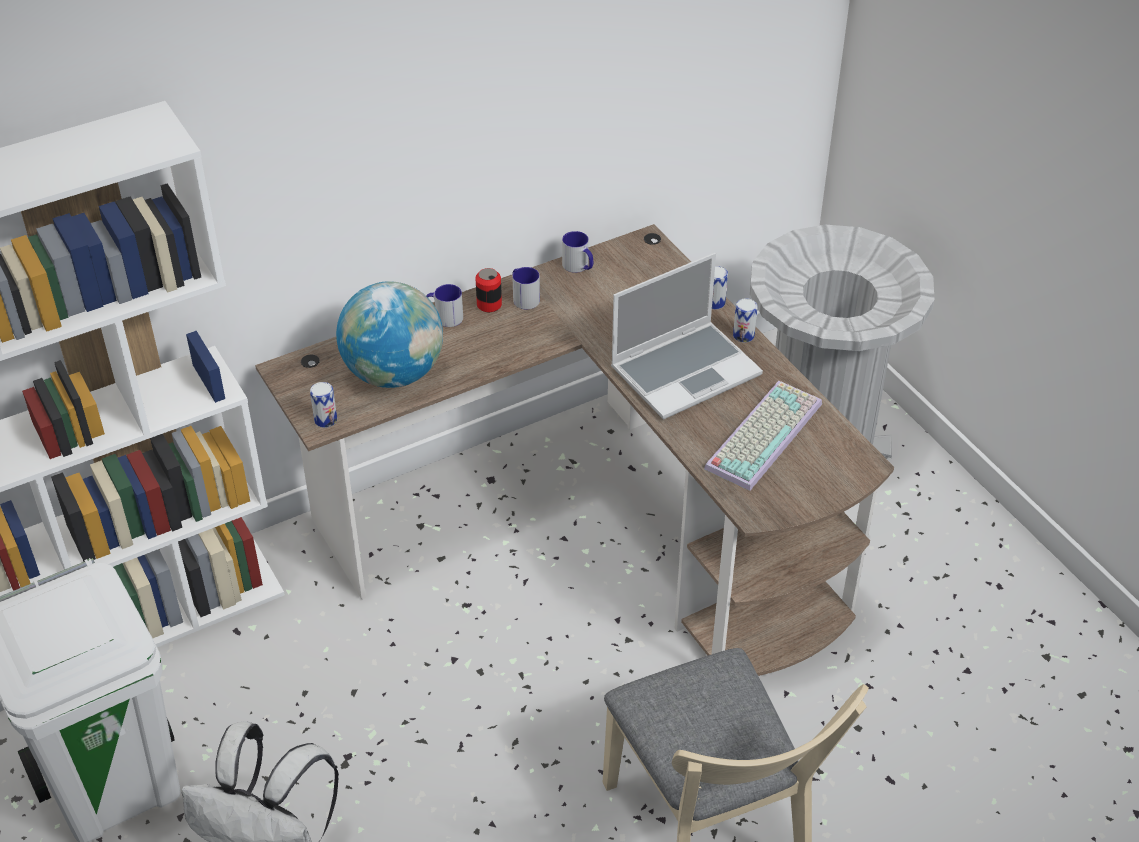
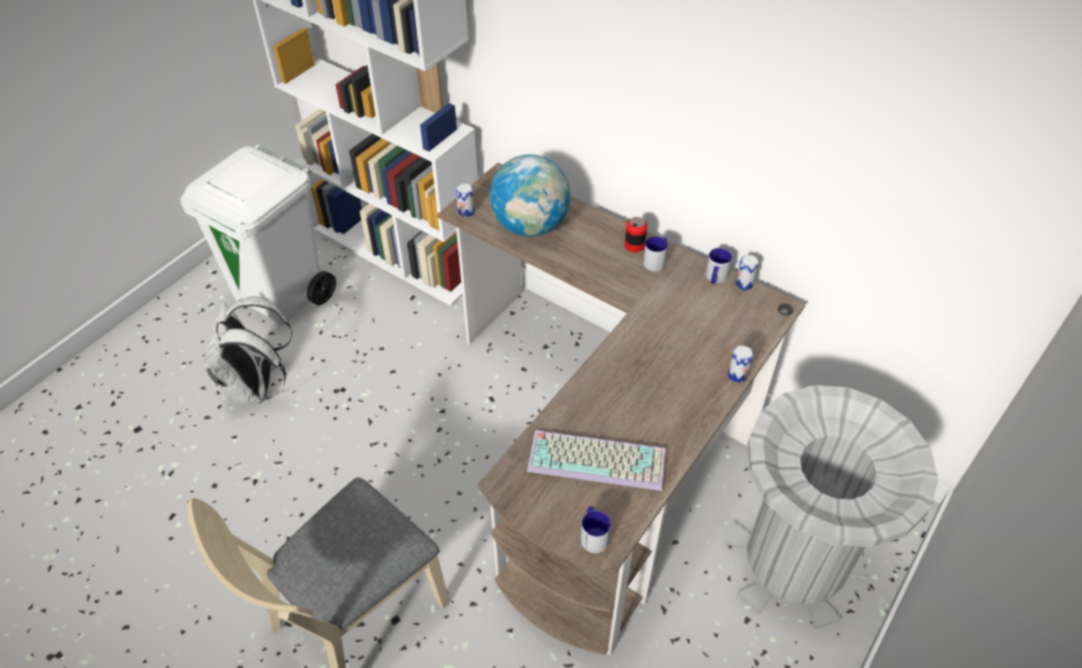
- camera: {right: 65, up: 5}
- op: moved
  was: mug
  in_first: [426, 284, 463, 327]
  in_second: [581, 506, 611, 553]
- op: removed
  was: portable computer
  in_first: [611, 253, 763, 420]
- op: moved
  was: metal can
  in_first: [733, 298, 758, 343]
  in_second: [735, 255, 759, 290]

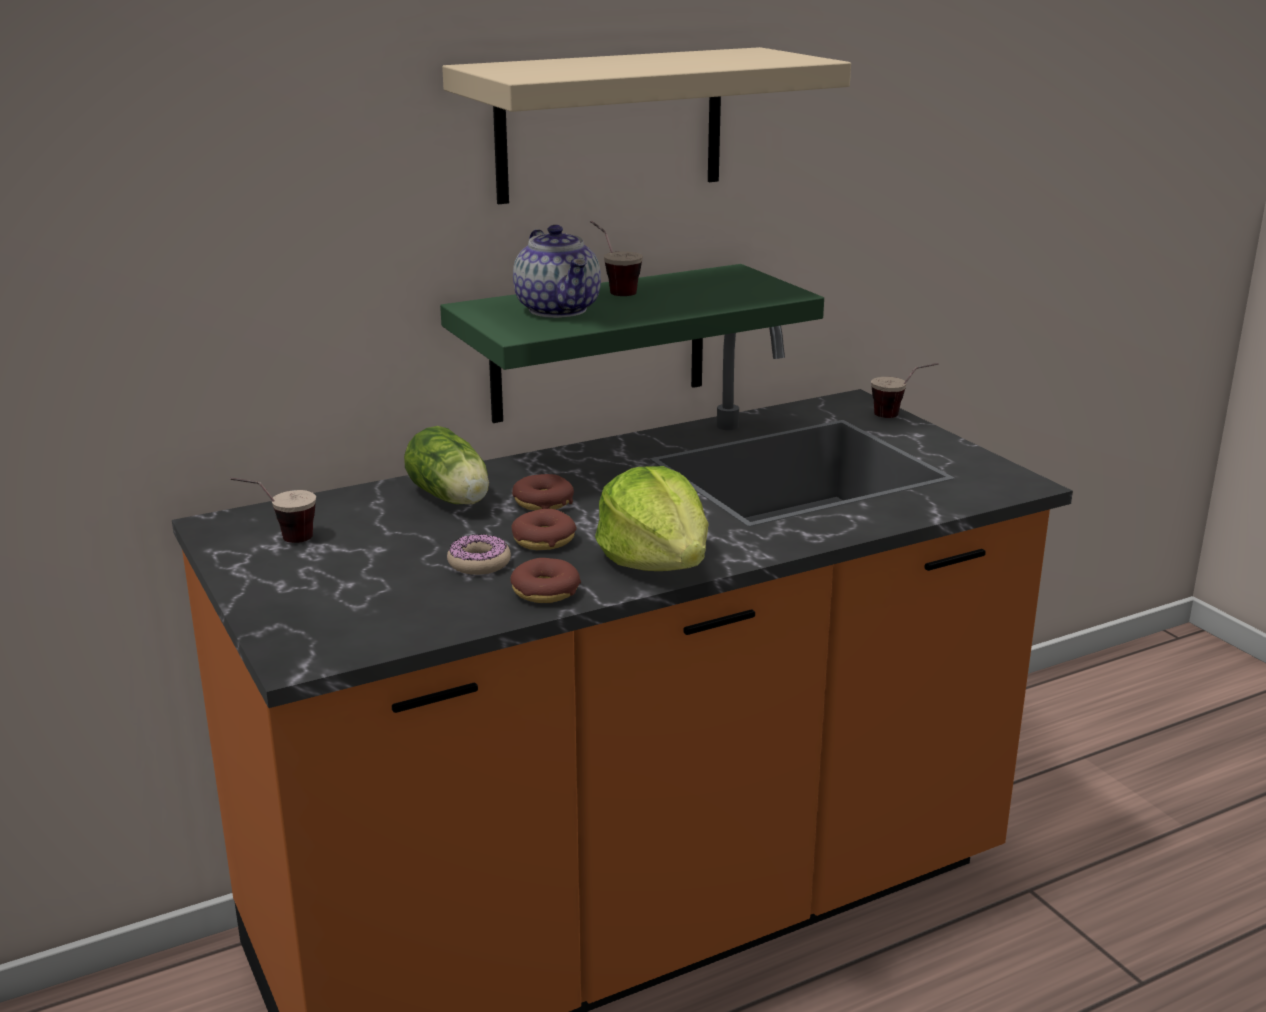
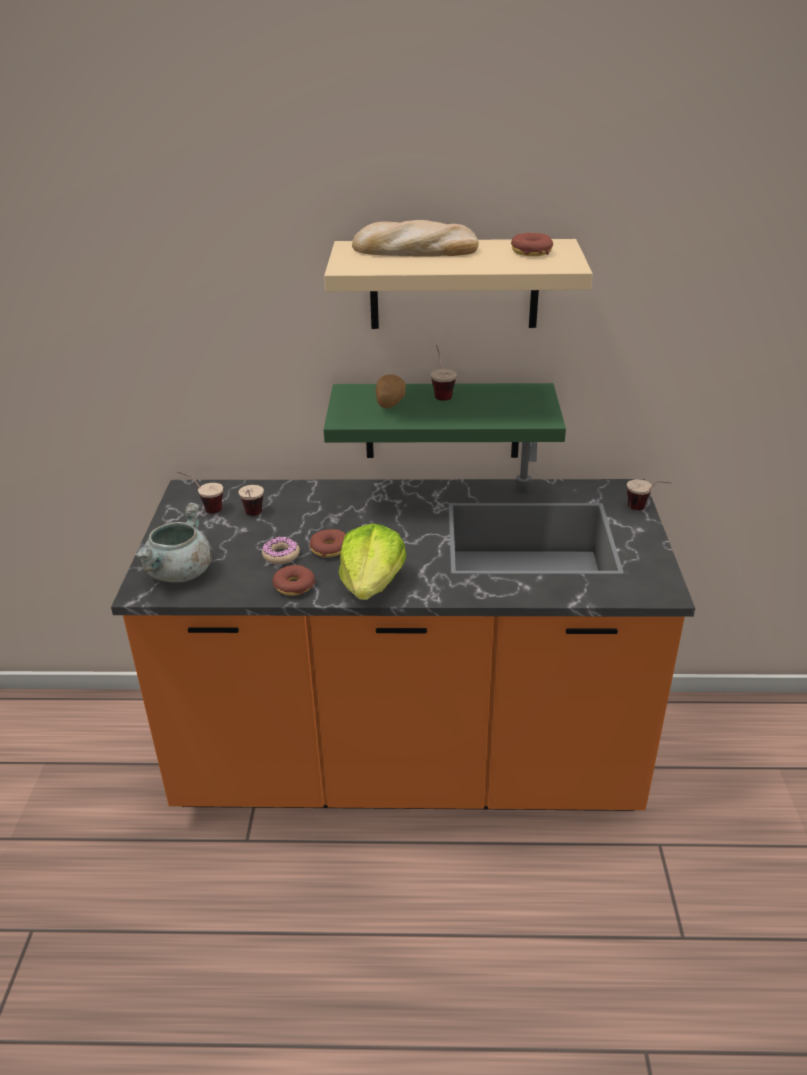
- camera: {right: 30, up: 10}
- op: removed
  was: lettuce head
  in_first: [404, 426, 489, 504]
- op: moved
  was: ring doughnut
  in_first: [512, 474, 574, 510]
  in_second: [511, 233, 553, 256]
- op: replaced
  was: tea pot
  now: spud
  in_first: [513, 225, 601, 318]
  in_second: [375, 374, 406, 408]
- op: added
  now: stockpot (grey)
  in_second: [135, 503, 212, 583]
- op: added
  now: drinking cup
  in_second: [238, 485, 264, 516]
- op: added
  now: bread
  in_second: [352, 220, 479, 257]

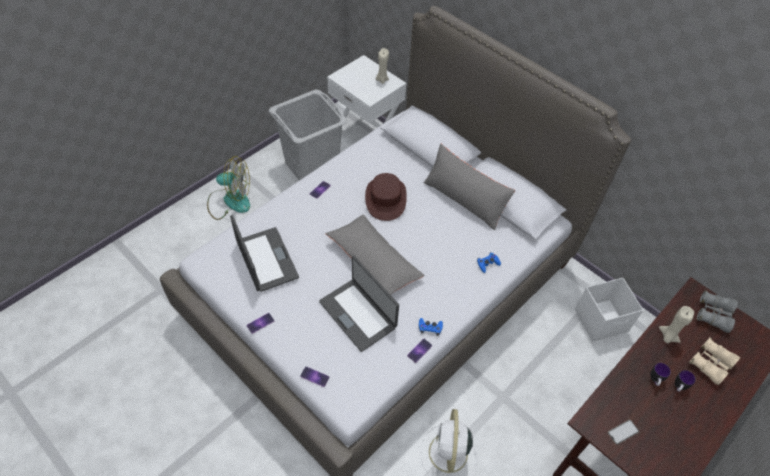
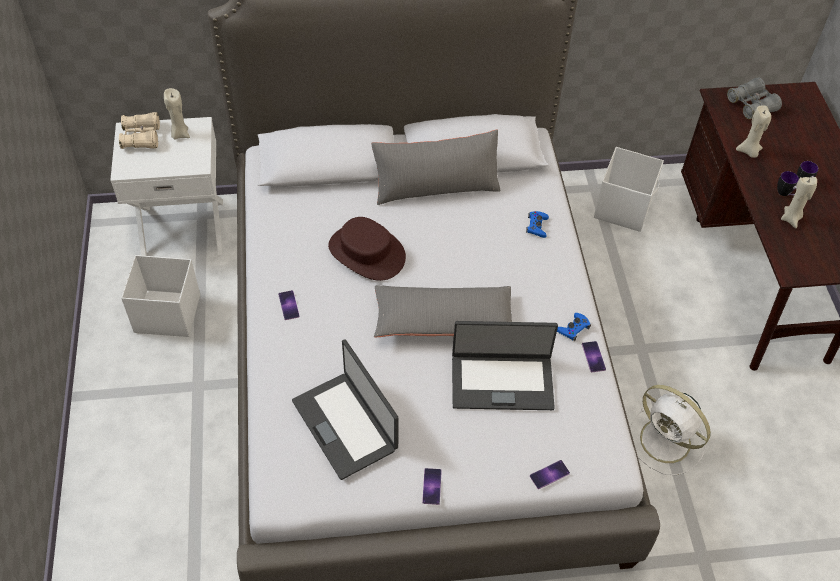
- camera: {right: -50, up: 0}
- op: removed
  was: fan
  in_first: [207, 156, 250, 220]
- op: turned
  was: portable computer
  in_first: [230, 215, 299, 292]
  in_second: [292, 339, 399, 480]
  clockwise: -135
- op: replaced
  was: laundry basket (grey)
  now: storage box (whitish)
  in_first: [269, 90, 347, 180]
  in_second: [121, 255, 200, 337]
- op: removed
  was: handset
  in_first: [608, 420, 639, 445]
- op: moved
  was: binoculars (sand-coloured)
  in_first: [689, 337, 740, 385]
  in_second: [119, 112, 160, 149]
- op: added
  now: wax light (sand-coloured)
  in_second: [781, 177, 817, 228]

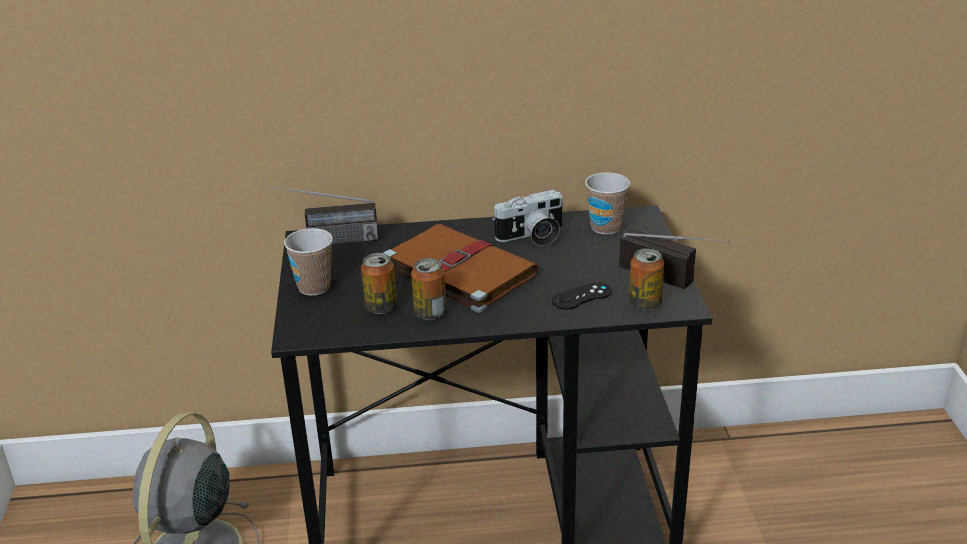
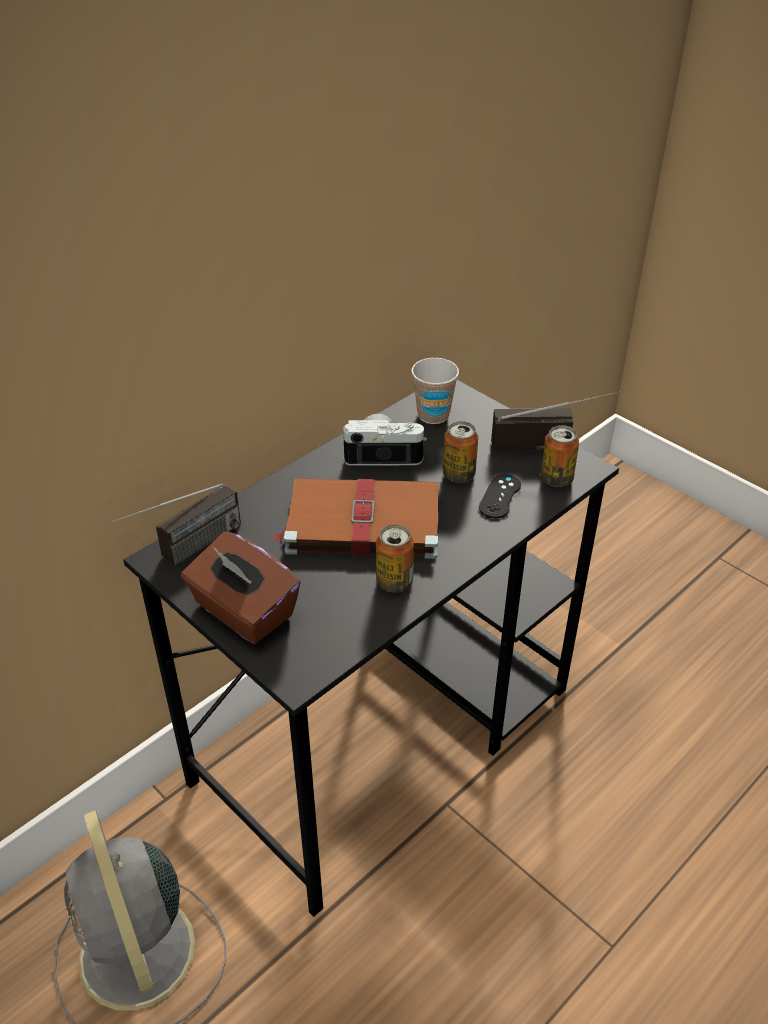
- camera: {right: -40, up: 10}
- op: replaced
  was: drinking cup
  now: box of tissues (brownish)
  in_first: [284, 228, 333, 296]
  in_second: [181, 532, 300, 644]
- op: moved
  was: metal can
  in_first: [361, 253, 397, 314]
  in_second: [443, 421, 478, 483]
- op: turned
  was: photo camera
  in_first: [492, 189, 564, 246]
  in_second: [340, 414, 427, 466]
  clockwise: -120

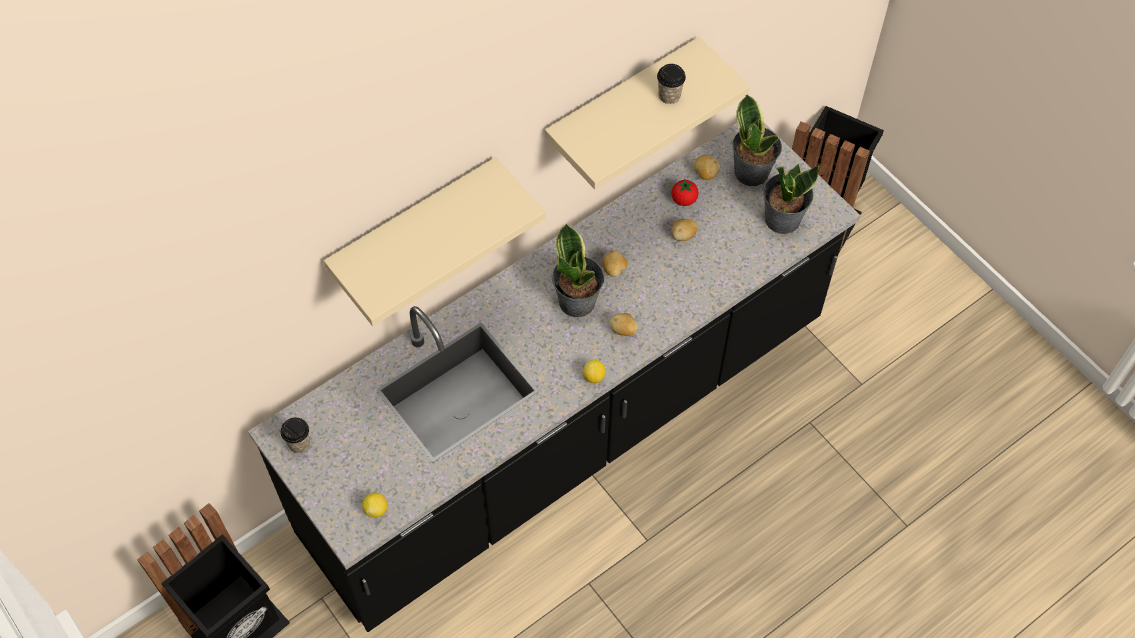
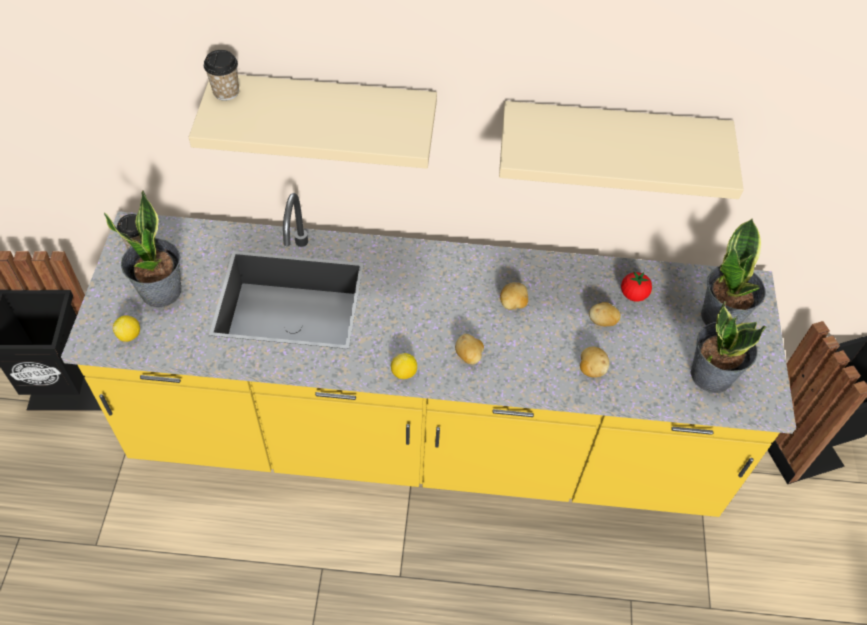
- camera: {right: 40, up: -5}
- op: recoloured
  was: kitchen counter (black-coloured)
  now: kitchen counter (yellow-coloured)
  in_first: [248, 123, 861, 632]
  in_second: [61, 193, 796, 517]
- op: moved
  was: plant in a pot
  in_first: [552, 223, 604, 317]
  in_second: [104, 190, 181, 308]
- op: moved
  was: drinking cup
  in_first: [657, 64, 686, 104]
  in_second: [204, 50, 239, 101]
- op: moved
  was: spud
  in_first: [693, 155, 720, 180]
  in_second: [580, 347, 609, 378]

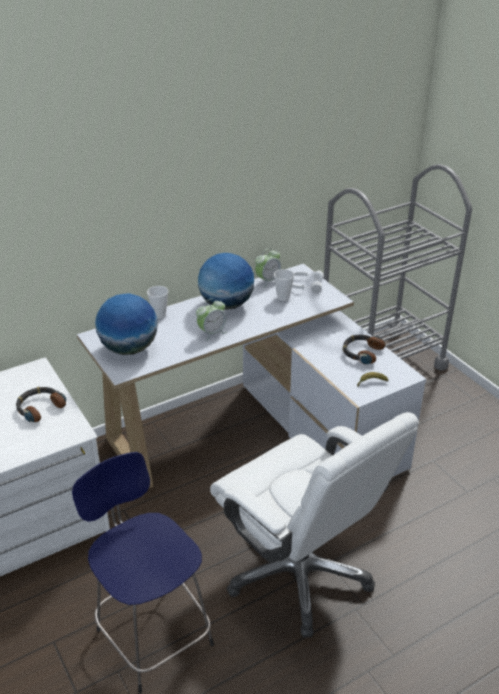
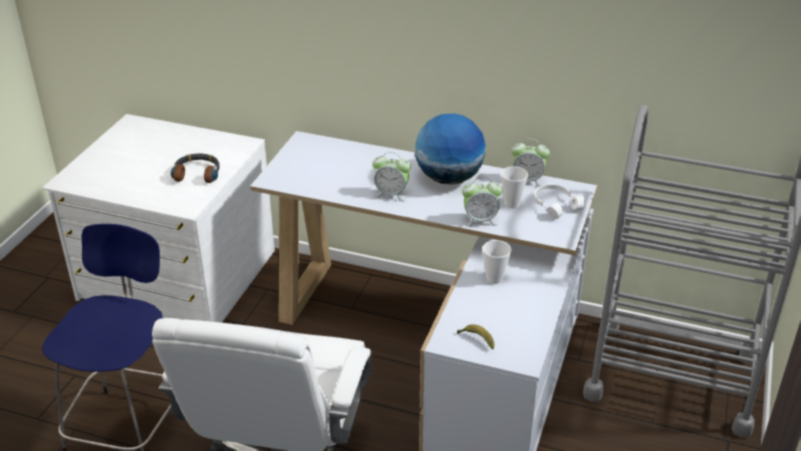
- camera: {right: 50, up: 0}
- op: removed
  was: globe
  in_first: [95, 293, 158, 355]
- op: moved
  was: drinking cup
  in_first: [147, 286, 168, 319]
  in_second: [483, 240, 511, 284]
- op: removed
  was: headphones
  in_first: [343, 335, 386, 365]
- op: added
  now: table clock
  in_second: [462, 177, 502, 227]

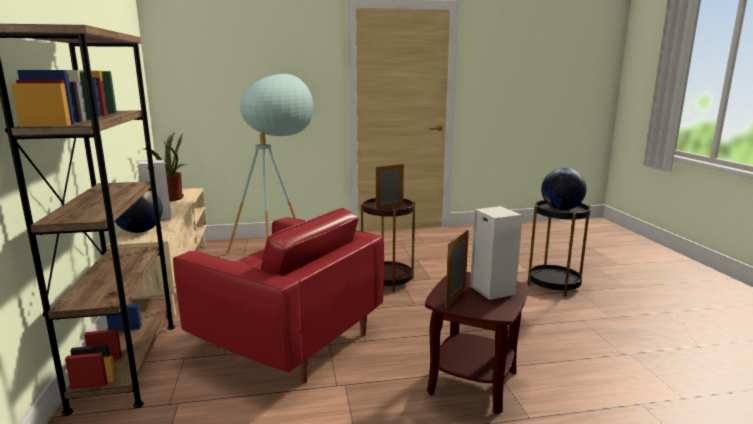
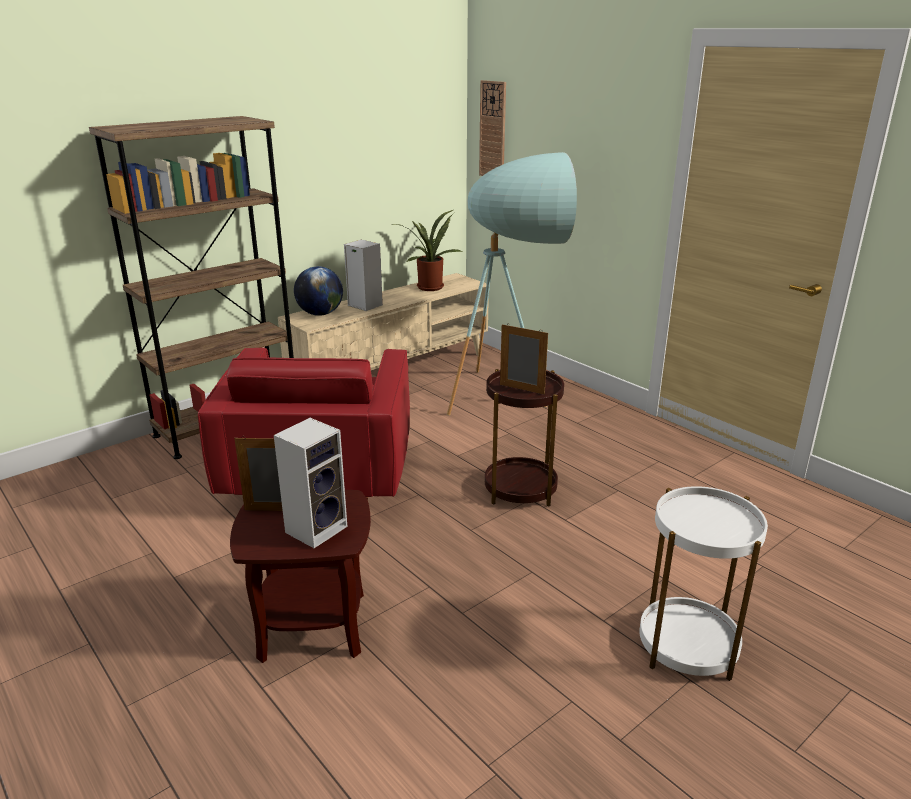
- camera: {right: 60, up: 10}
- op: recoloured
  was: accent table (black-coloured)
  now: accent table (whitish)
  in_first: [528, 200, 591, 296]
  in_second: [639, 486, 768, 681]
- op: removed
  was: globe
  in_first: [541, 168, 587, 210]
- op: added
  now: hanging clock
  in_second: [479, 80, 506, 176]

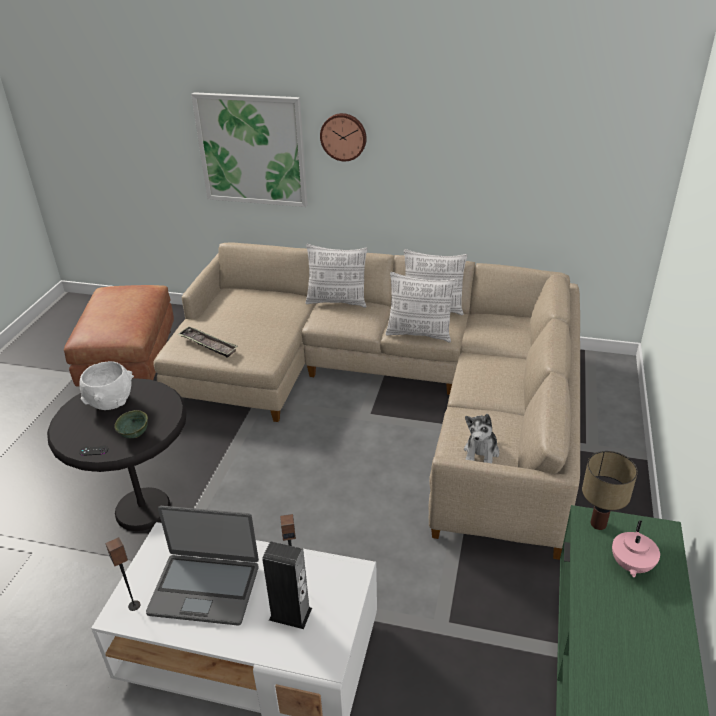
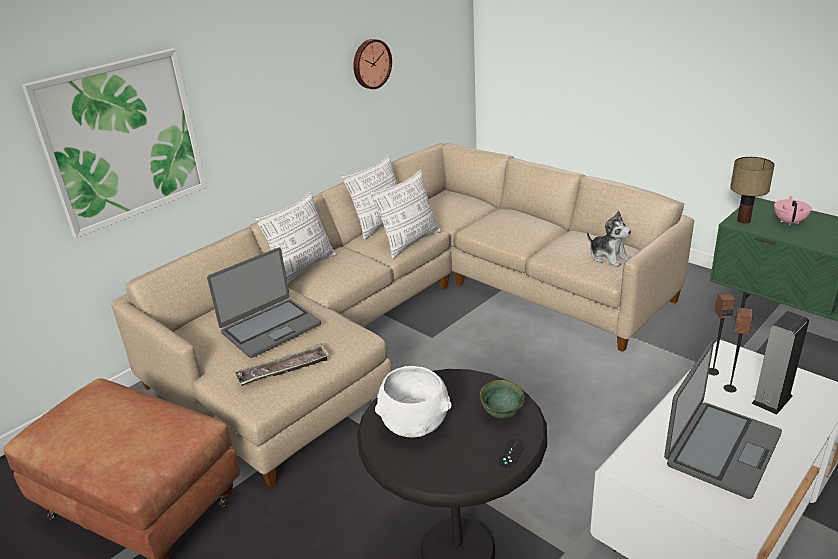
- camera: {right: -60, up: -5}
- op: moved
  was: loudspeaker
  in_first: [106, 537, 141, 611]
  in_second: [709, 292, 736, 375]
- op: moved
  was: hanging clock
  in_first: [320, 113, 367, 161]
  in_second: [353, 39, 392, 89]
- op: turned
  was: tea pot (pink-coloured)
  in_first: [612, 520, 660, 577]
  in_second: [774, 196, 811, 226]
  clockwise: -120
- op: added
  now: portable computer
  in_second: [207, 248, 321, 358]

